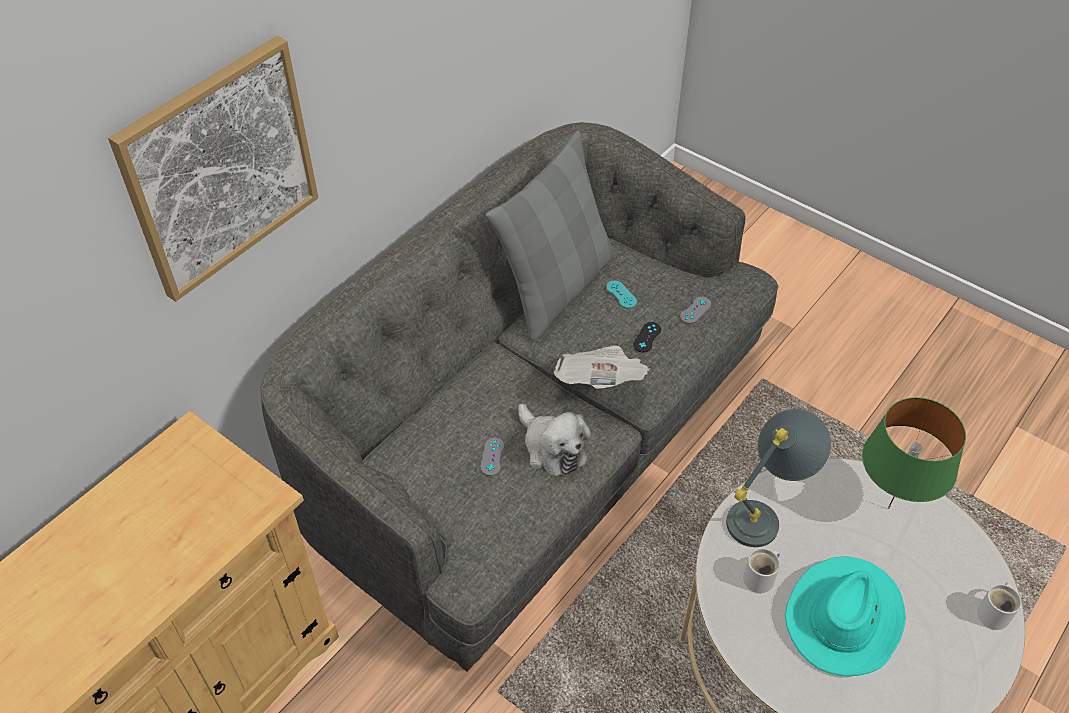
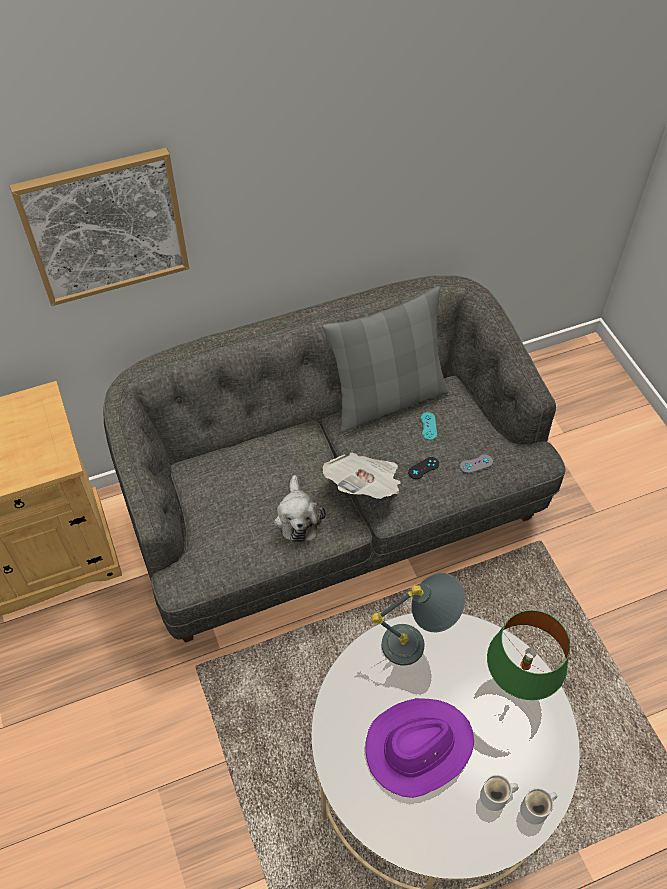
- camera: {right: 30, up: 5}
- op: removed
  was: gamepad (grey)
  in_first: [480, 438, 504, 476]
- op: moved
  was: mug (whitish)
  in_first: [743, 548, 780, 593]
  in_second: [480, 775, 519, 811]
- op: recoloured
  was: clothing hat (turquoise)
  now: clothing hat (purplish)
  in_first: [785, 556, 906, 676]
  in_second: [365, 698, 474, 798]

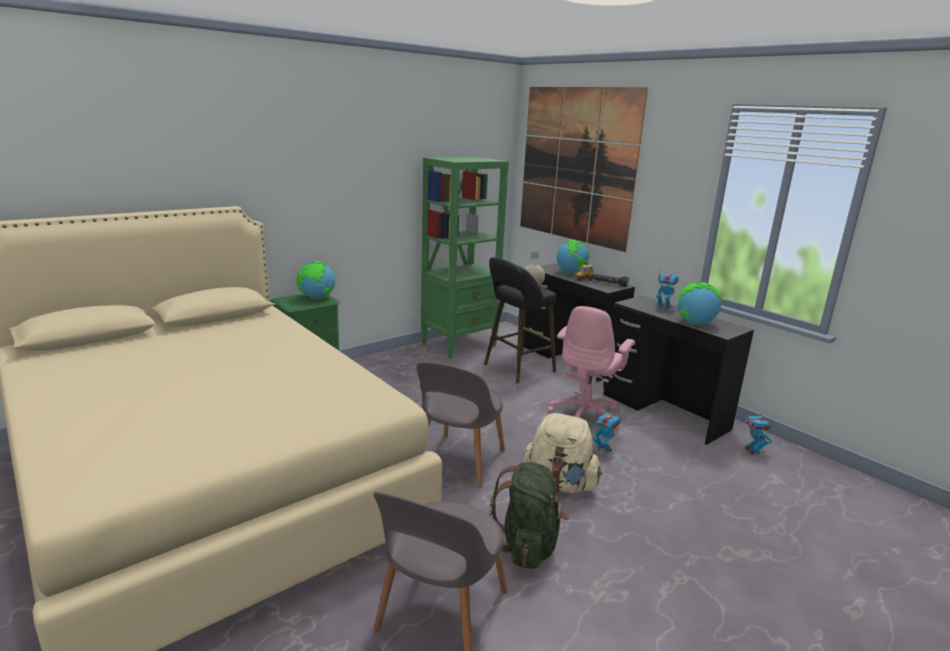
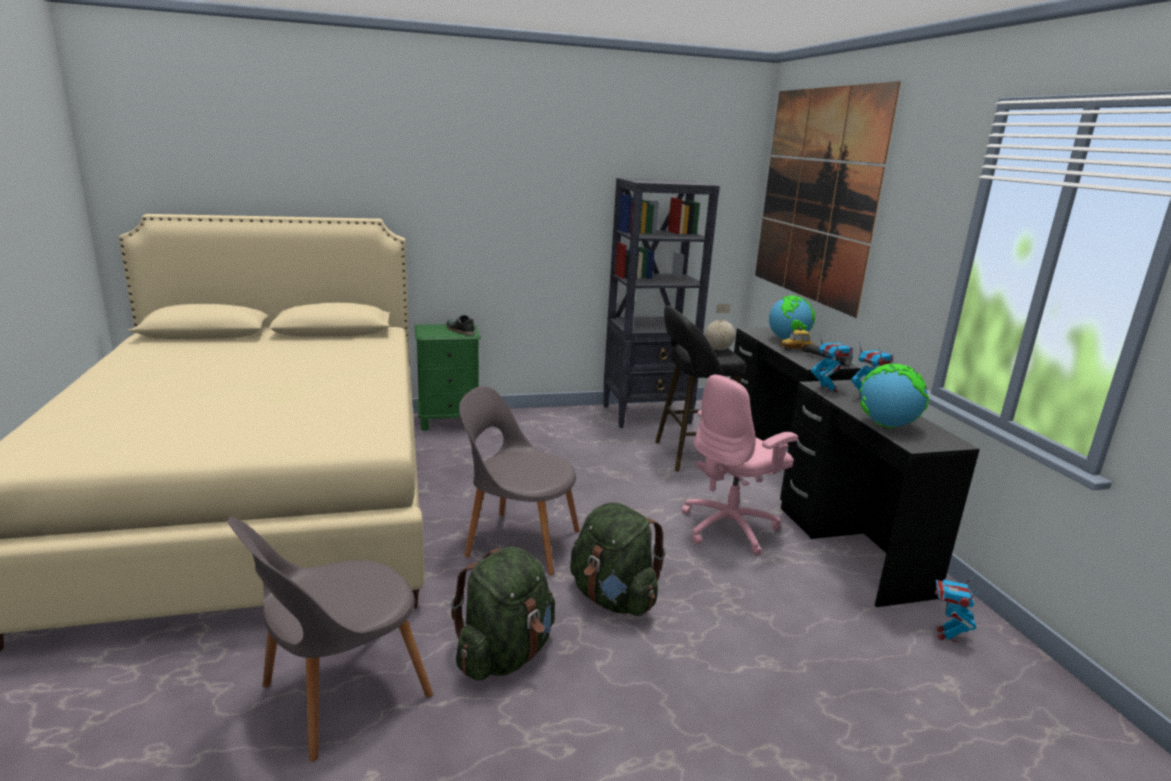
- camera: {right: 25, up: 0}
- op: replaced
  was: globe
  now: shoe
  in_first: [297, 261, 335, 299]
  in_second: [446, 315, 475, 336]
- op: turned
  was: chair (grey)
  in_first: [416, 362, 505, 488]
  in_second: [459, 386, 580, 575]
  clockwise: 60
- op: recoloured
  was: bookshelf (greenish)
  now: bookshelf (black-coloured)
  in_first: [421, 157, 509, 358]
  in_second: [603, 178, 720, 428]
- op: recoloured
  was: rucksack (sand-coloured)
  now: rucksack (greenish)
  in_first: [523, 413, 602, 493]
  in_second: [570, 502, 666, 616]
- op: moved
  was: model robot
  in_first: [593, 411, 621, 454]
  in_second: [811, 333, 853, 393]

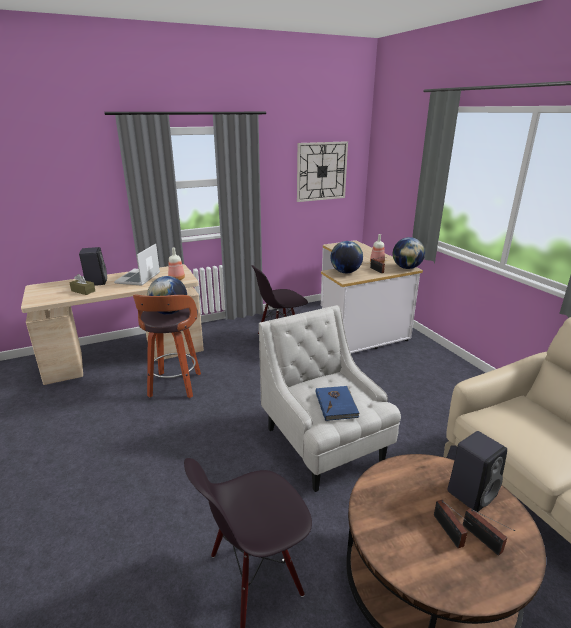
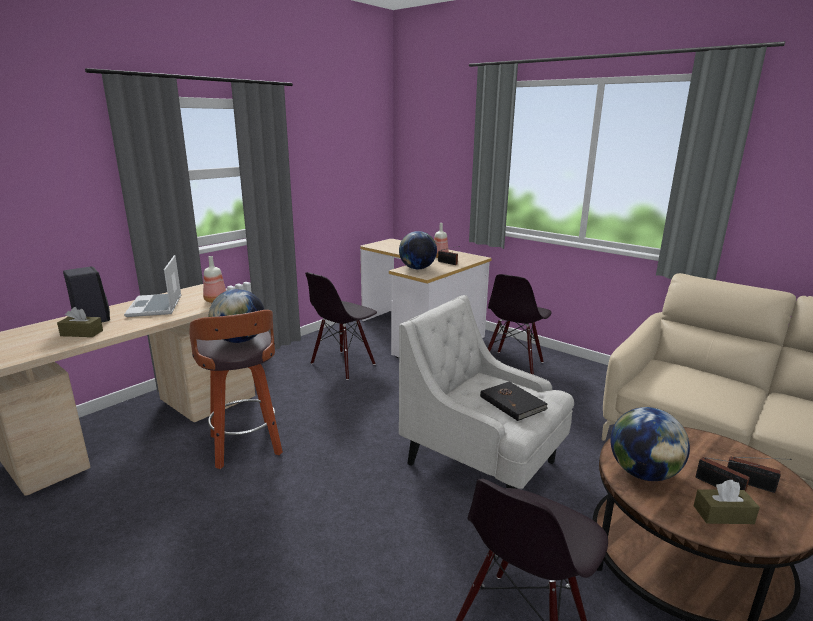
- camera: {right: -25, up: -5}
- op: removed
  was: hanging clock
  in_first: [297, 141, 348, 202]
- op: recoloured
  was: volume (blue)
  now: volume (black-coloured)
  in_first: [316, 386, 360, 421]
  in_second: [480, 381, 548, 421]
- op: moved
  was: globe
  in_first: [393, 237, 425, 269]
  in_second: [611, 407, 690, 481]
- op: removed
  was: loudspeaker (black-coloured)
  in_first: [447, 431, 507, 512]
- op: added
  now: chair (black-coloured)
  in_second: [488, 274, 551, 375]
- op: added
  now: box of tissues (brownish)
  in_second: [694, 480, 760, 524]

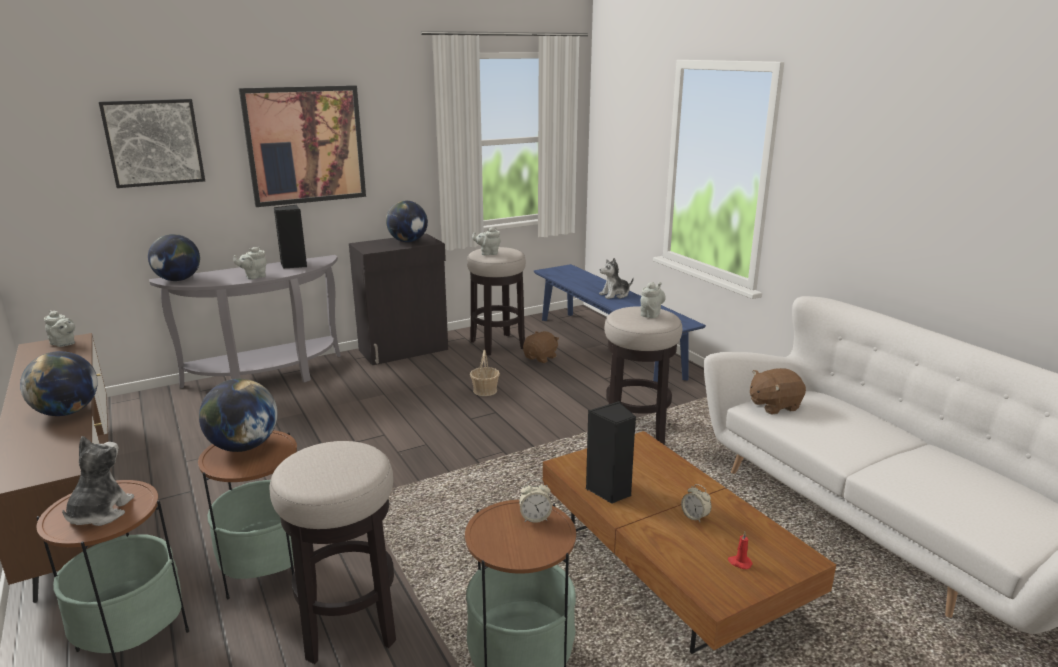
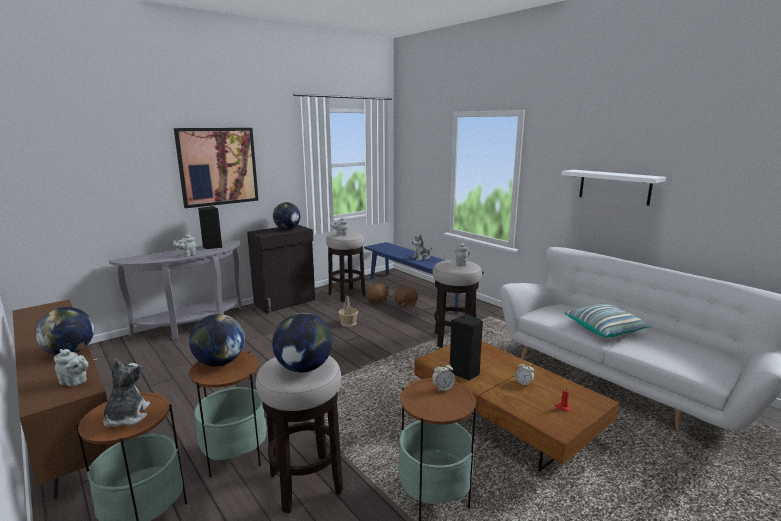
- camera: {right: -10, up: -5}
- op: moved
  was: tea pot (grey)
  in_first: [44, 310, 75, 347]
  in_second: [54, 349, 88, 387]
- op: removed
  was: wall picture
  in_first: [99, 99, 205, 188]
- op: moved
  was: globe
  in_first: [148, 234, 200, 281]
  in_second: [272, 313, 332, 373]
- op: moved
  was: plush toy (brownish)
  in_first: [750, 368, 806, 414]
  in_second: [394, 286, 418, 307]
- op: added
  now: wall shelf (whitish)
  in_second: [561, 170, 666, 206]
- op: added
  now: pillow
  in_second: [565, 304, 652, 337]

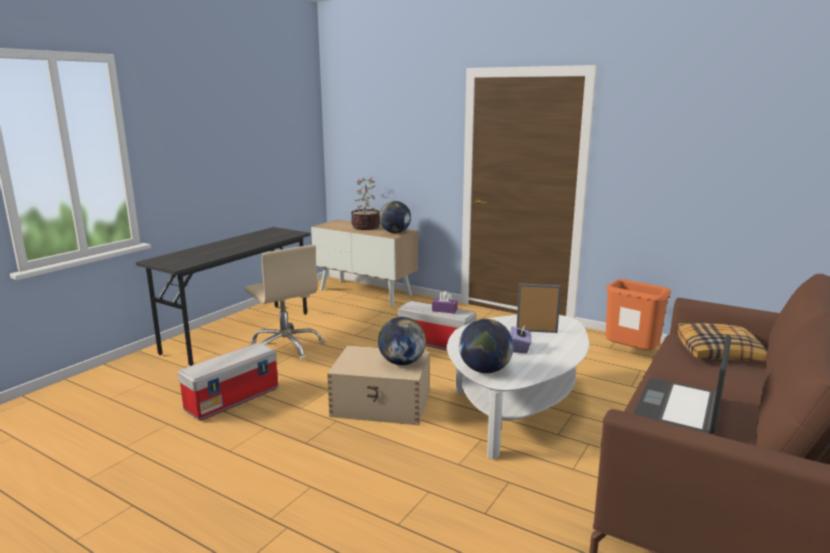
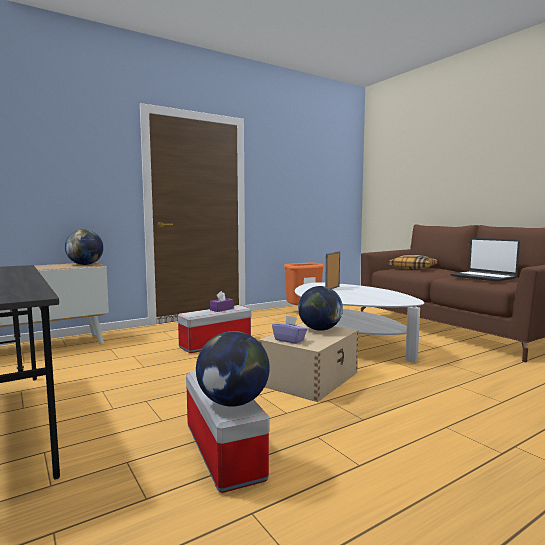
- camera: {right: -65, up: -10}
- op: removed
  was: computer chair (sand-coloured)
  in_first: [245, 245, 325, 361]
- op: removed
  was: plant in a pot
  in_first: [351, 177, 380, 230]
- op: moved
  was: globe
  in_first: [459, 319, 514, 373]
  in_second: [196, 331, 270, 407]
- op: moved
  was: box of tissues (purplish)
  in_first: [510, 324, 531, 353]
  in_second: [272, 316, 307, 344]

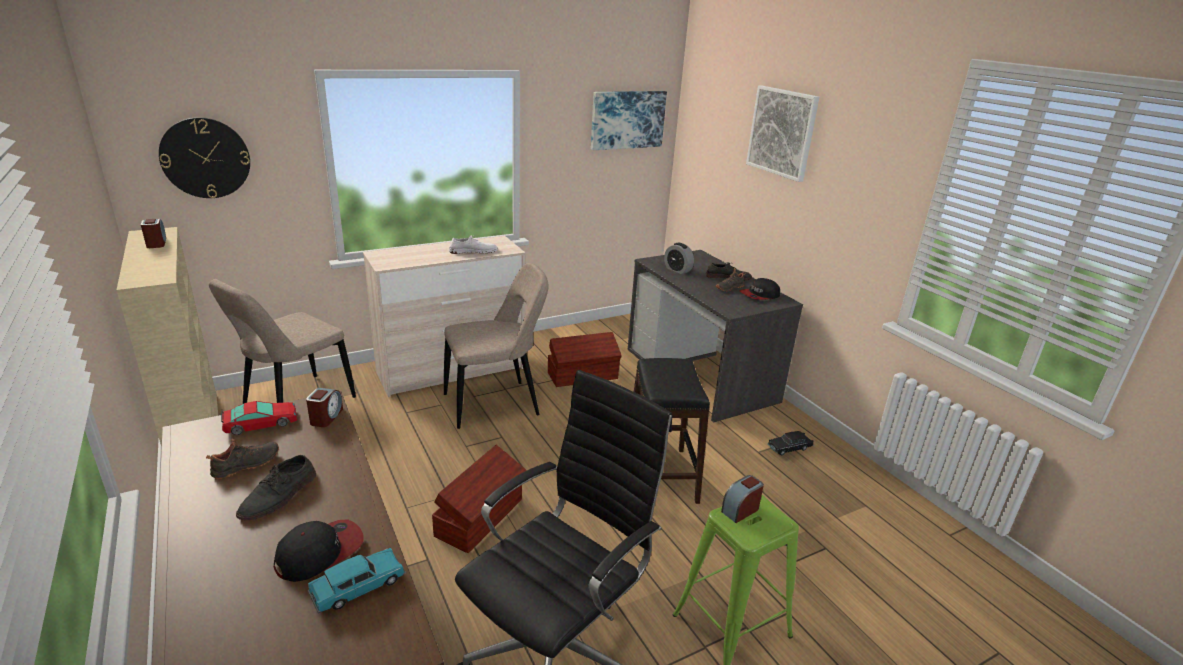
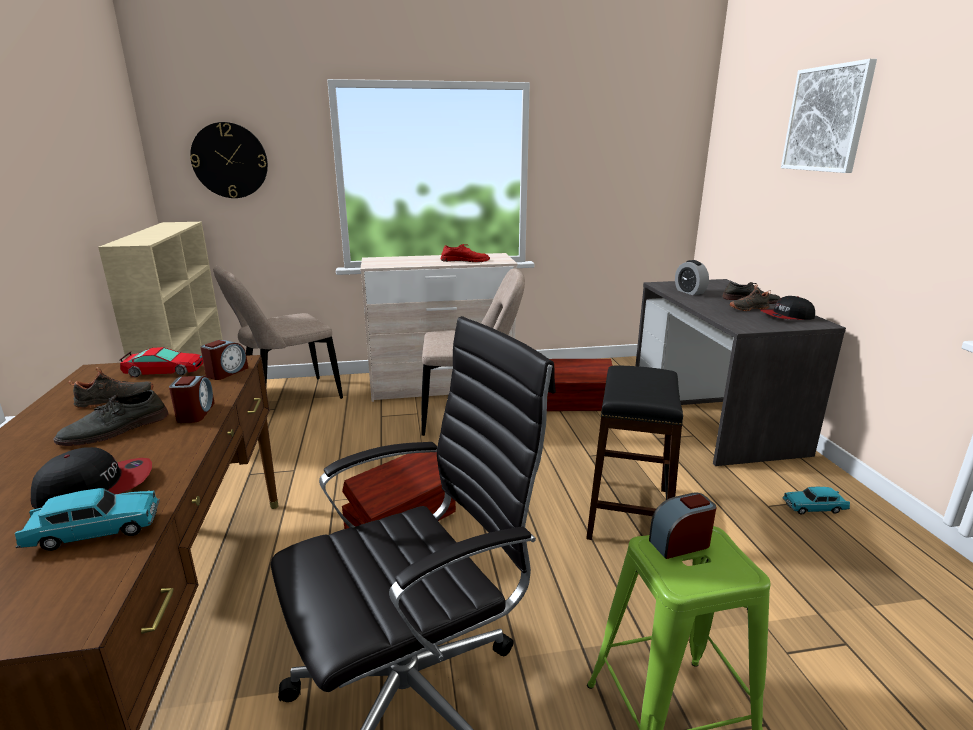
- camera: {right: 20, up: -5}
- op: moved
  was: table clock
  in_first: [141, 219, 166, 248]
  in_second: [169, 376, 215, 423]
- op: recoloured
  was: shoe (whitish)
  now: shoe (reddish)
  in_first: [449, 235, 498, 254]
  in_second: [441, 244, 490, 262]
- op: removed
  was: wall picture
  in_first: [591, 91, 667, 150]
- op: recoloured
  was: miniature car (black-coloured)
  now: miniature car (turquoise)
  in_first: [768, 431, 813, 455]
  in_second: [782, 487, 850, 515]

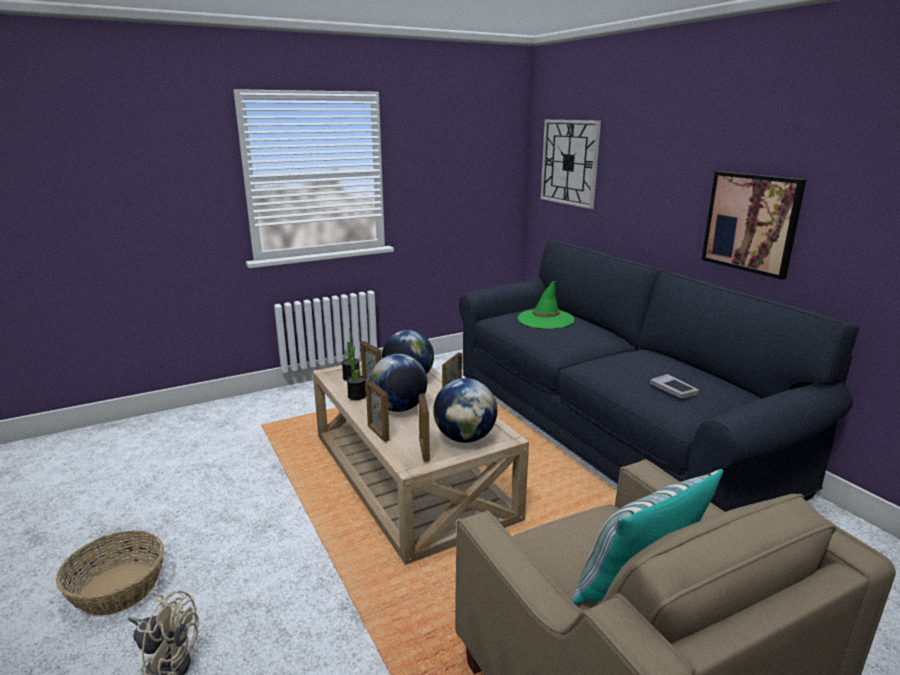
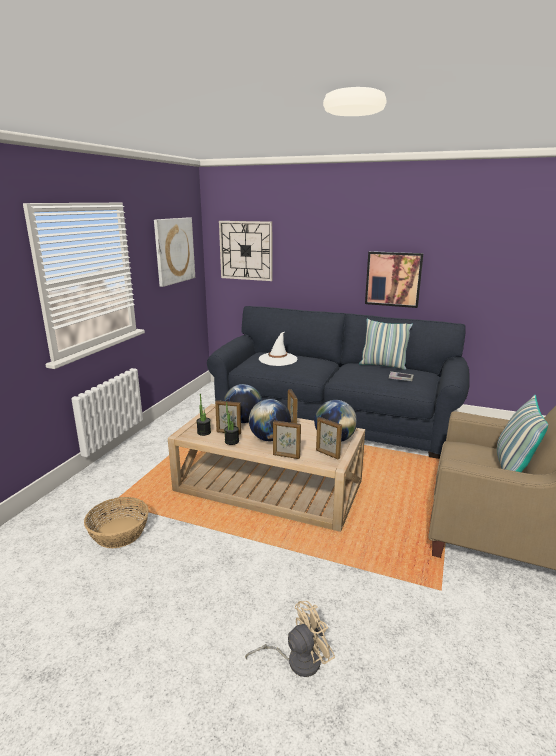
- camera: {right: -40, up: 0}
- op: moved
  was: basket
  in_first: [56, 530, 164, 615]
  in_second: [84, 497, 149, 548]
- op: recoloured
  was: clothing hat (greenish)
  now: clothing hat (whitish)
  in_first: [518, 281, 574, 329]
  in_second: [259, 332, 297, 366]
- op: added
  now: wall picture
  in_second: [154, 217, 195, 287]
- op: added
  now: pillow
  in_second: [359, 319, 413, 370]

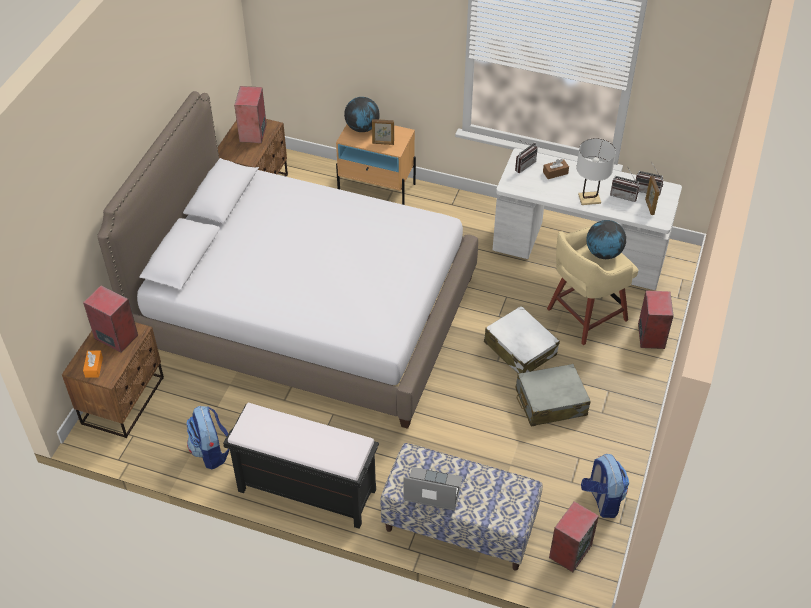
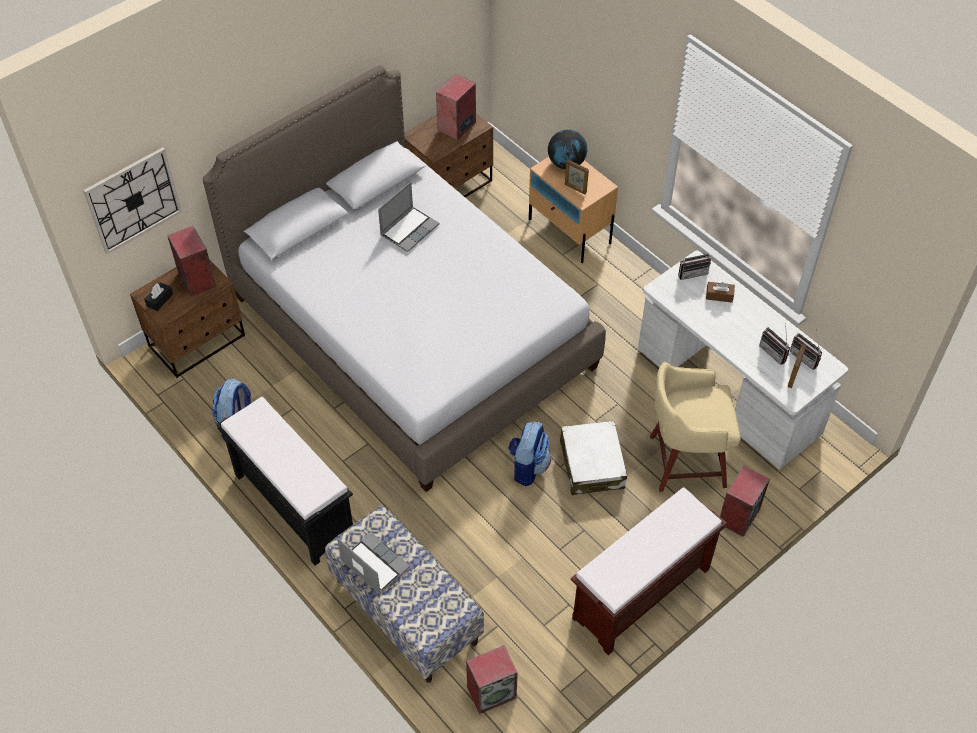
- camera: {right: 30, up: 5}
- op: recoloured
  was: box of tissues (orangey)
  now: box of tissues (black-coloured)
  in_first: [83, 351, 103, 378]
  in_second: [144, 282, 173, 311]
- op: removed
  was: piece of luggage (grey)
  in_first: [516, 364, 591, 427]
- op: removed
  was: table lamp (whitish)
  in_first: [576, 138, 616, 205]
- op: moved
  was: rucksack
  in_first: [581, 454, 629, 518]
  in_second: [508, 421, 551, 486]
- op: removed
  was: globe
  in_first: [586, 220, 626, 259]
- op: added
  now: hanging clock
  in_second: [83, 147, 182, 254]
- op: added
  now: portable computer
  in_second: [378, 182, 439, 252]
- op: added
  now: long seat (brownish)
  in_second: [571, 487, 727, 655]

